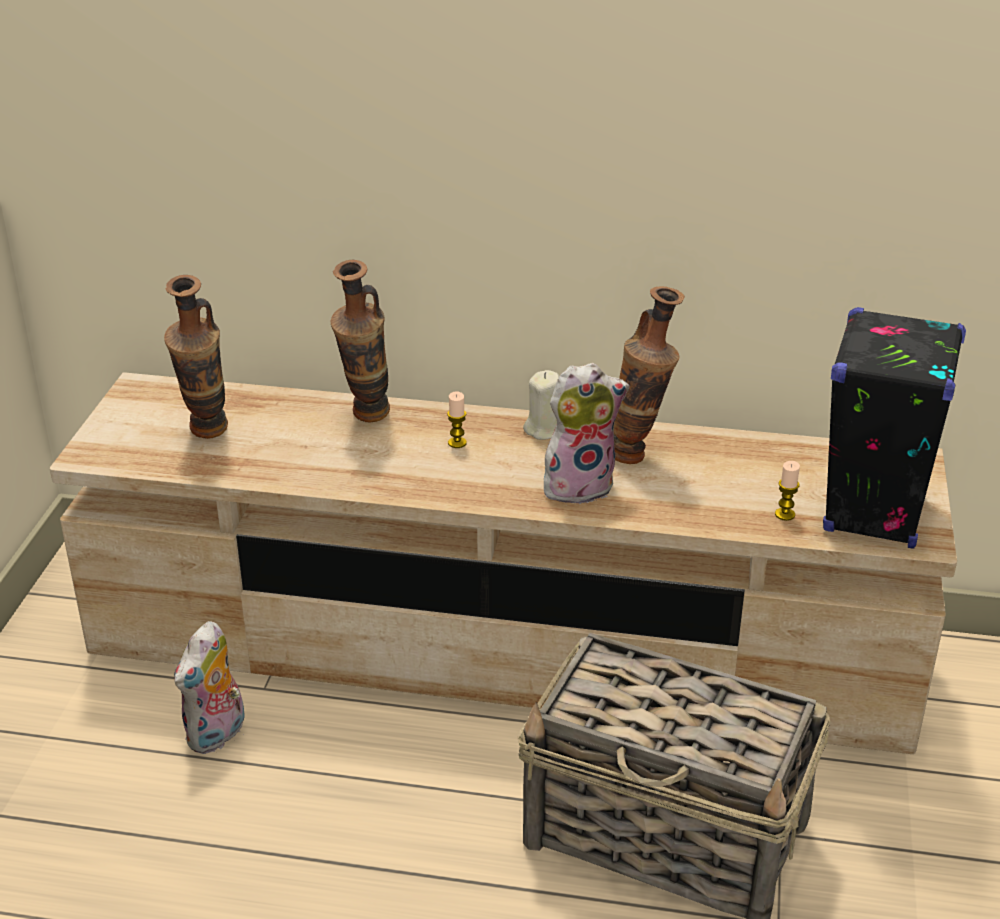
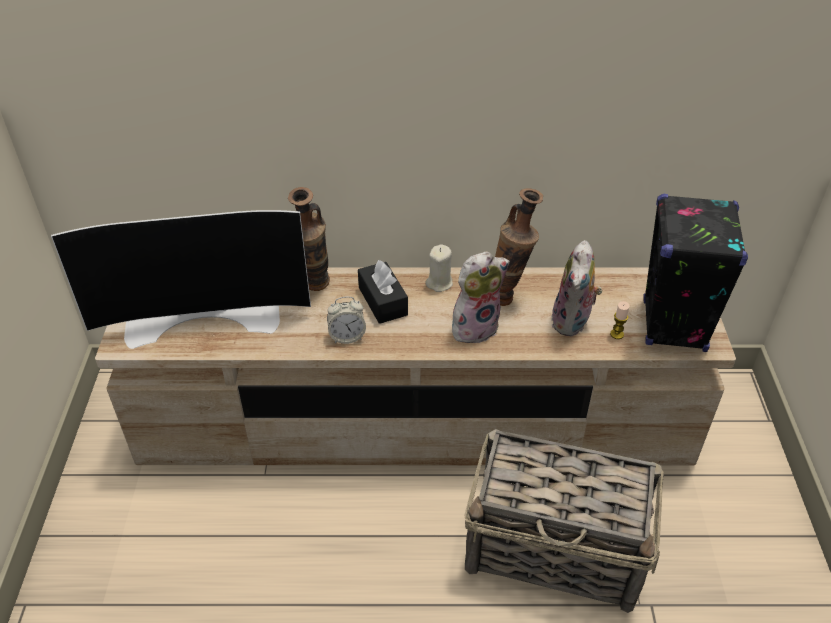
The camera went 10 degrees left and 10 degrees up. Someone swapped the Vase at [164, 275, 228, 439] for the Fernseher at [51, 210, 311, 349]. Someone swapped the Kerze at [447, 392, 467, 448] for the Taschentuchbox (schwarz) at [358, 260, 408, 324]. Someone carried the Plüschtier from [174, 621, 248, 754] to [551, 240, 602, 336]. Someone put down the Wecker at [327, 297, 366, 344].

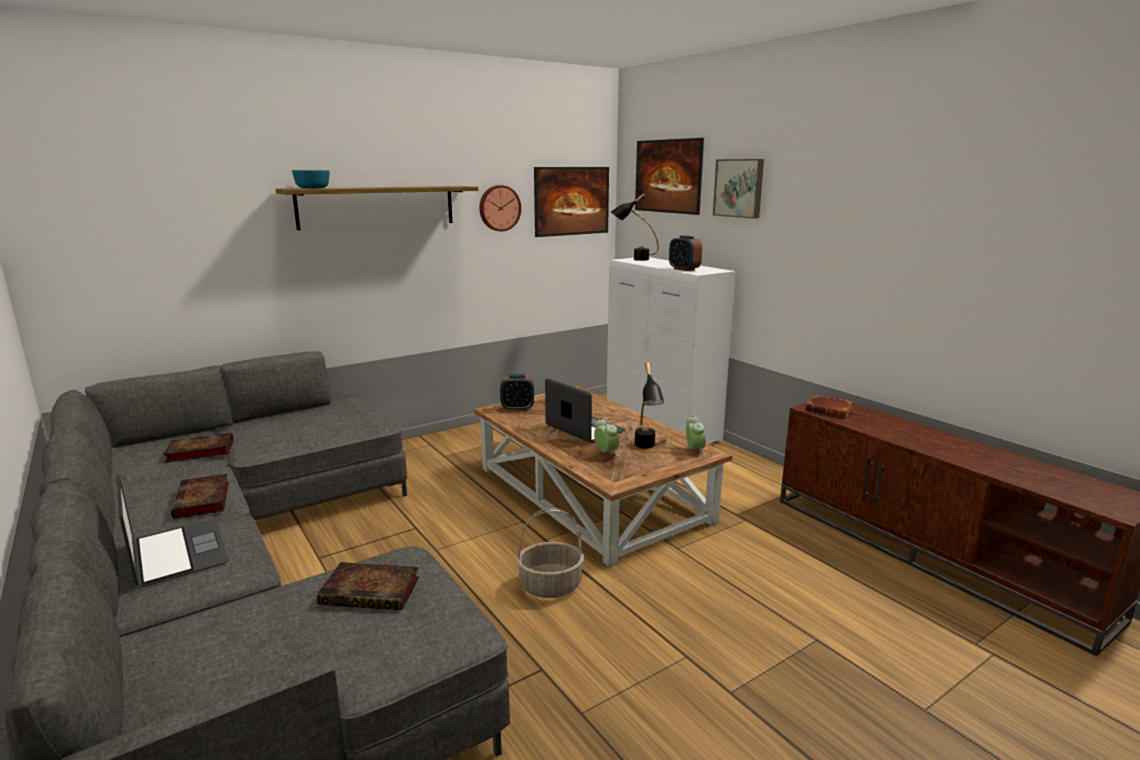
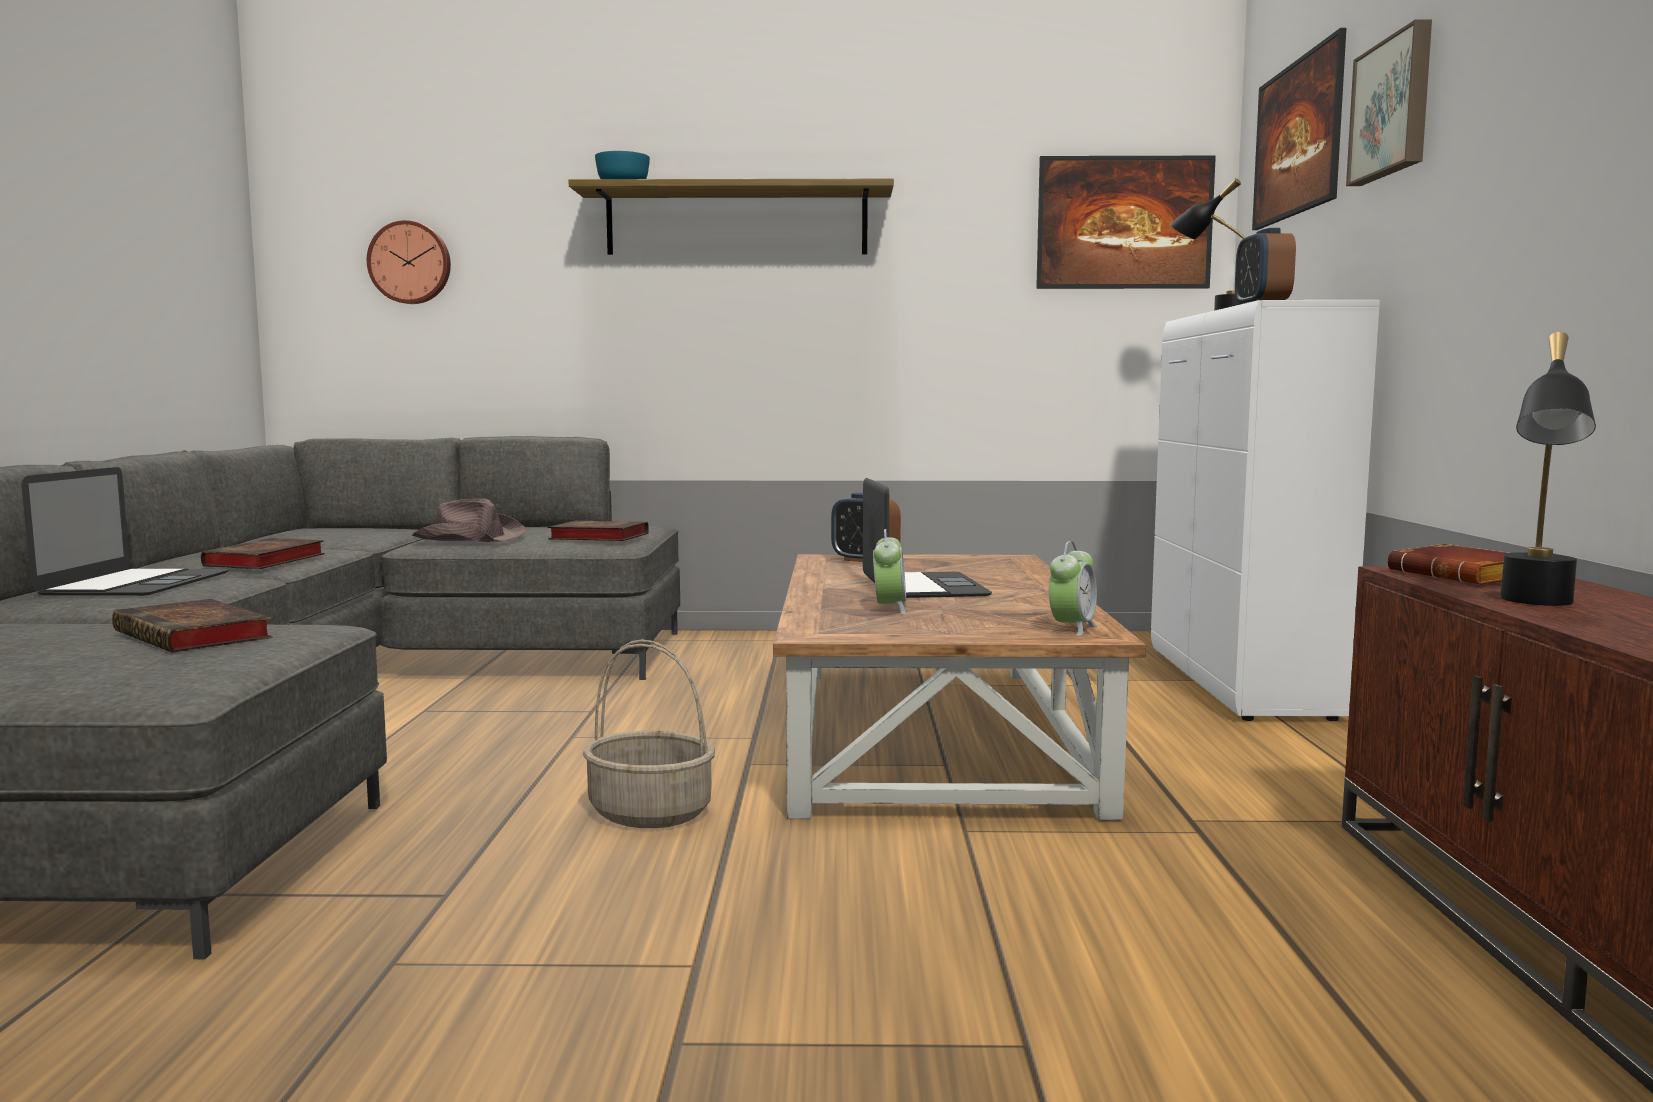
The camera went 35 degrees right and 10 degrees down. Someone carried the Wanduhr from [479, 185, 521, 231] to [367, 220, 451, 304]. Someone carried the Tischlampe (schwarz) from [635, 362, 664, 449] to [1500, 332, 1596, 606]. Someone carried the Buch from [163, 433, 233, 463] to [548, 521, 649, 541]. Someone put down the Hut (braun) at [412, 498, 527, 542].

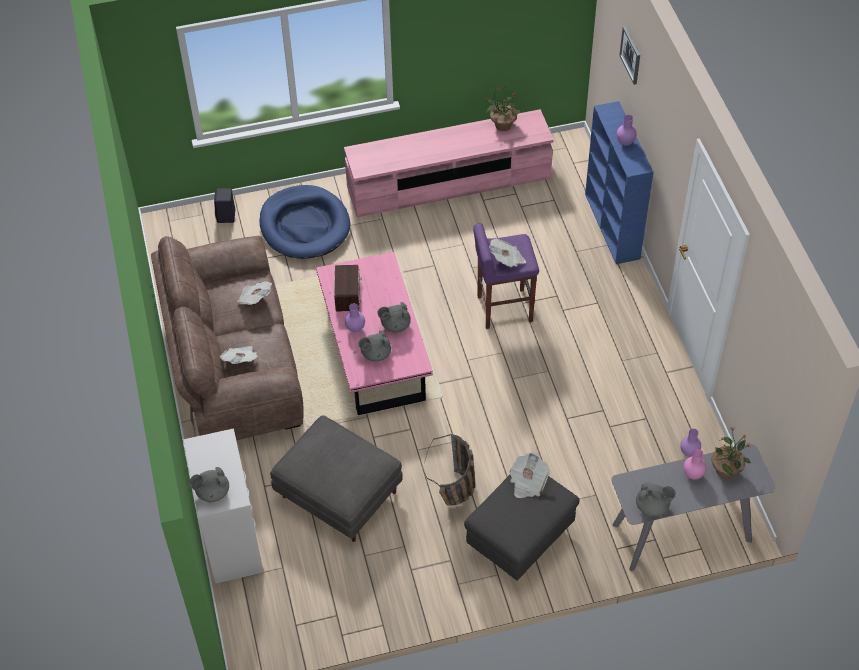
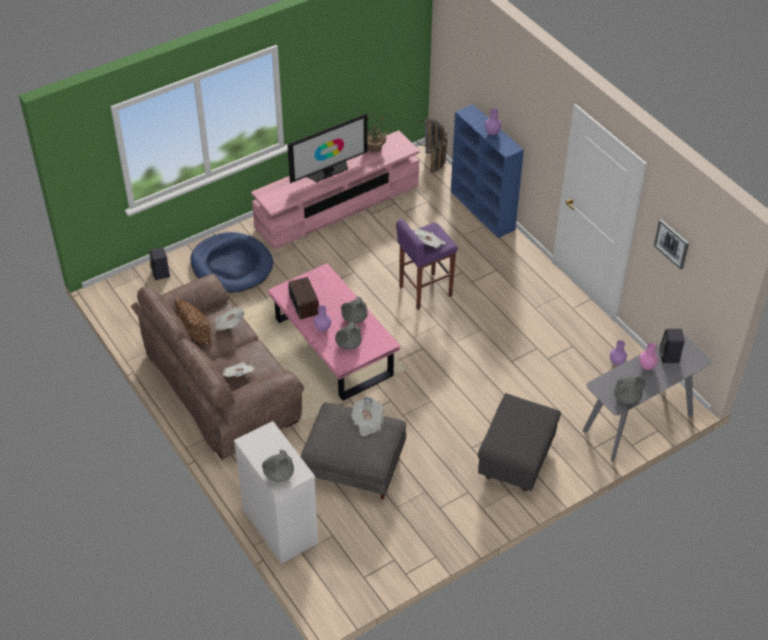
The camera went 20 degrees left and 5 degrees down. Someone carried the Bild from [619, 26, 640, 85] to [654, 219, 689, 270]. Someone swapped the Topfpflanze at [712, 427, 751, 479] for the Lautsprecher (schwarz) at [660, 329, 685, 363]. Someone carried the Korb from [424, 434, 475, 506] to [414, 119, 448, 173]. Someone carried the Zeitung from [510, 453, 550, 498] to [351, 396, 385, 436]. Someone put down the Fernseher at [287, 113, 368, 183]. Someone put down the Kissen (braun) at [174, 297, 212, 348].

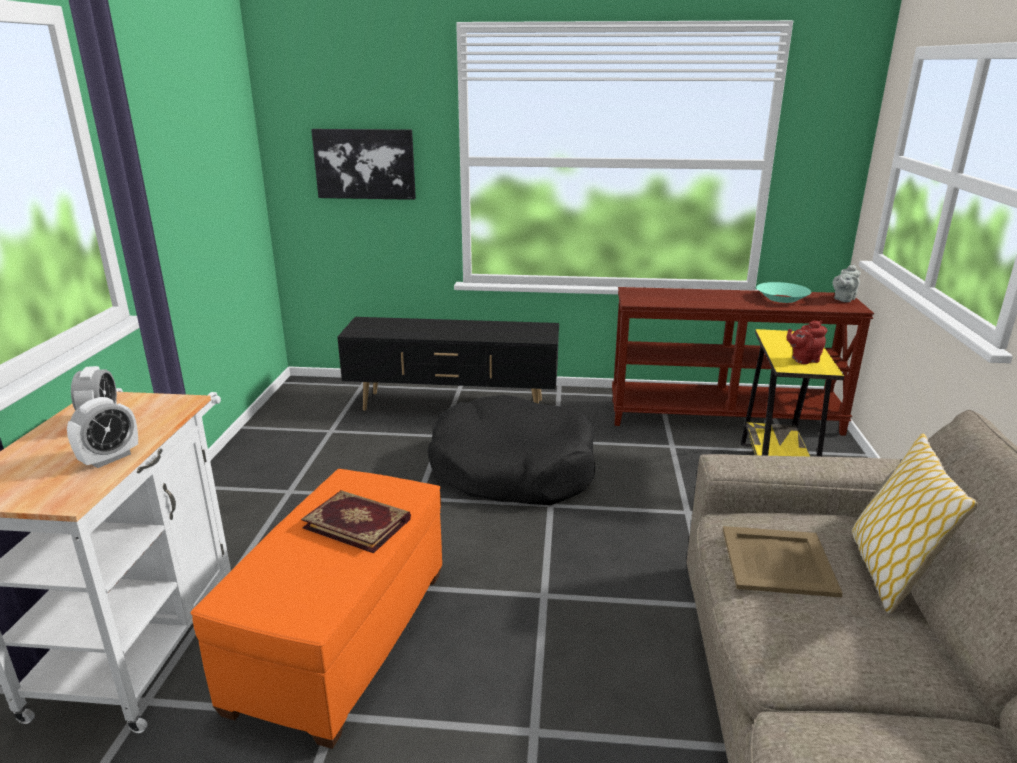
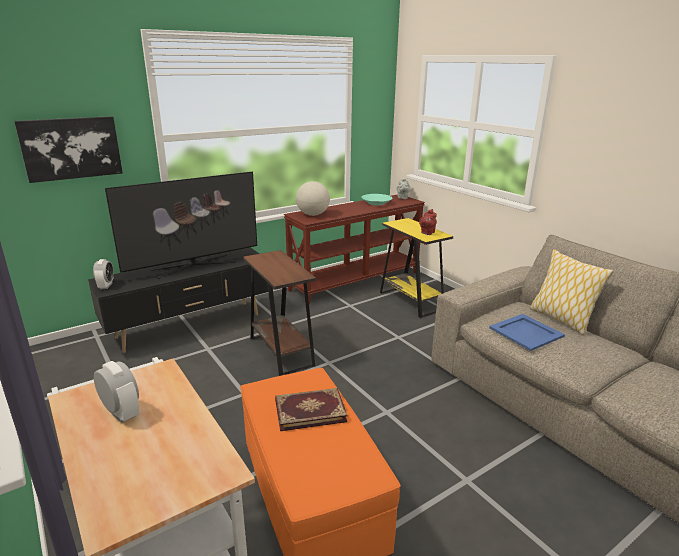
The camera went 40 degrees left and 0 degrees up. Someone swapped the Hundebett (schwarz) at [427, 395, 595, 505] for the Beistelltisch (braun) at [243, 250, 316, 376]. Someone carried the Wecker from [67, 397, 138, 468] to [93, 259, 114, 289]. Someone repainted the Tablett (beige) at [723, 526, 843, 598], which became the Tablett (blau) at [489, 314, 565, 351]. Someone put down the Fernseher at [105, 172, 257, 279]. Someone put down the Globus at [296, 181, 330, 216].

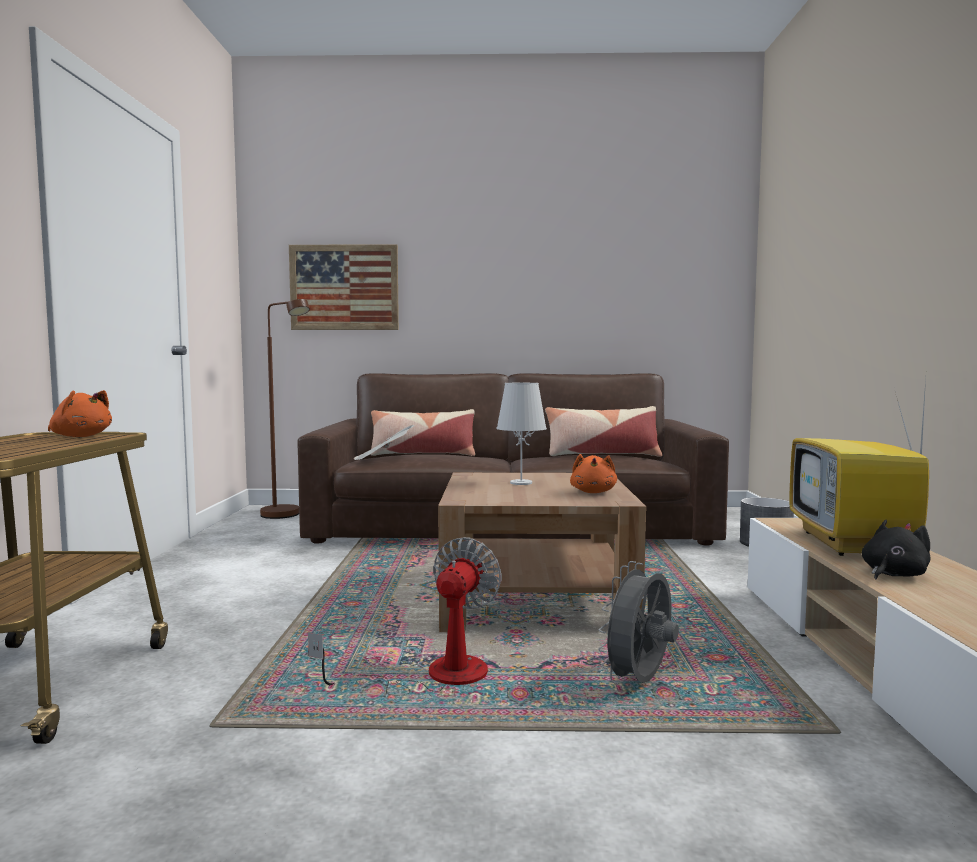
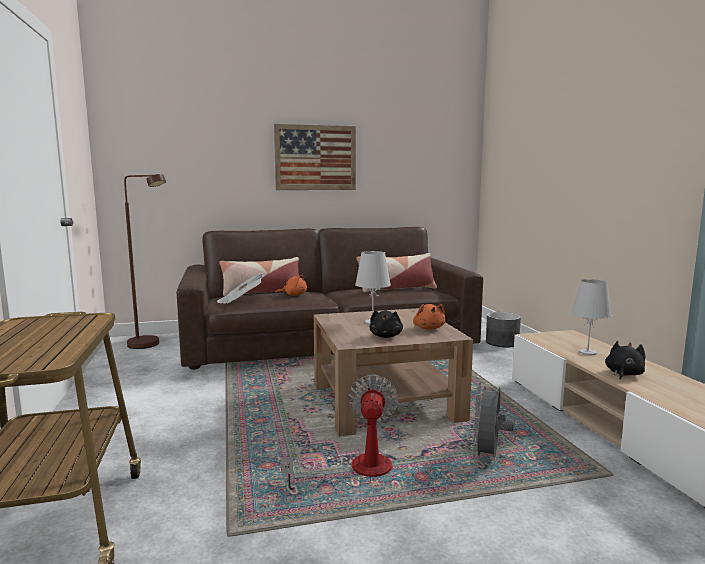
The camera went 15 degrees left and 5 degrees up. Someone carried the Bild from [289, 244, 399, 330] to [274, 124, 356, 190]. Someone swapped the Fernseher at [790, 379, 929, 556] for the Tischlampe (weiß) at [571, 279, 612, 355]. Someone carried the Plüschtier (orange) from [48, 390, 112, 437] to [275, 274, 307, 296]. Someone put down the Plüschtier (schwarz) at [370, 310, 403, 338].

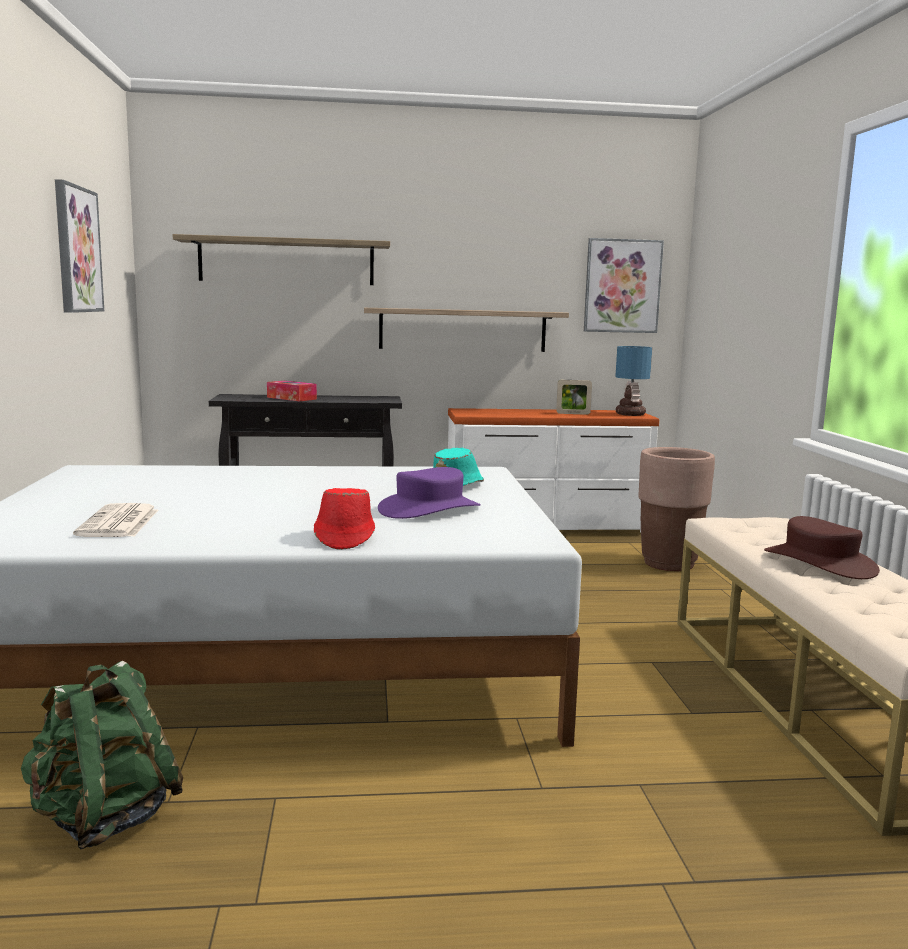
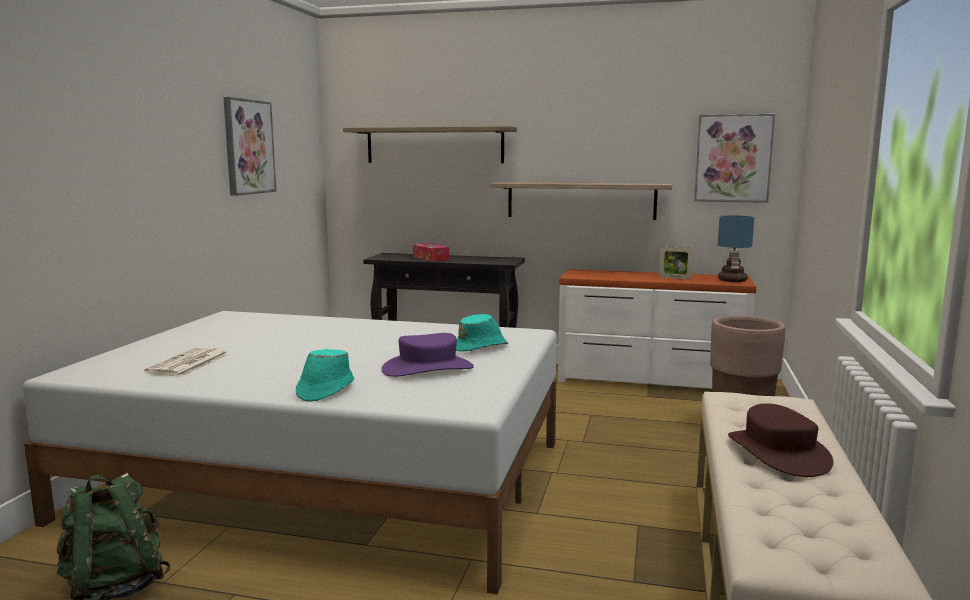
The camera went 20 degrees right and 0 degrees up. Someone repainted the Hut (rot) at [314, 488, 375, 550], which became the Hut (türkis) at [296, 349, 355, 402].

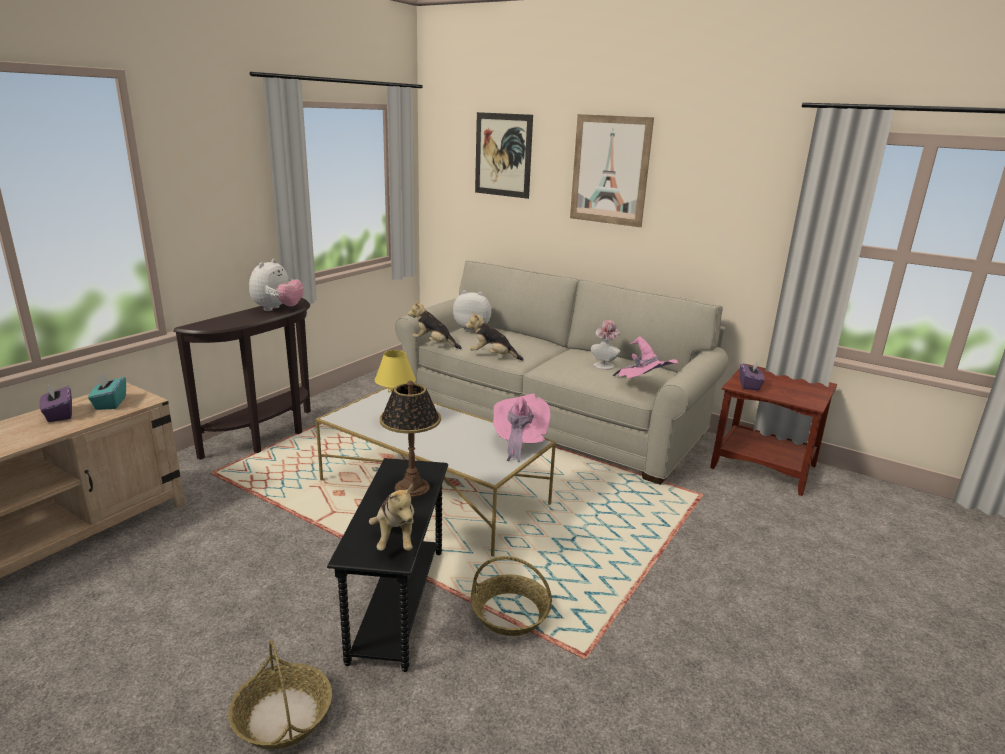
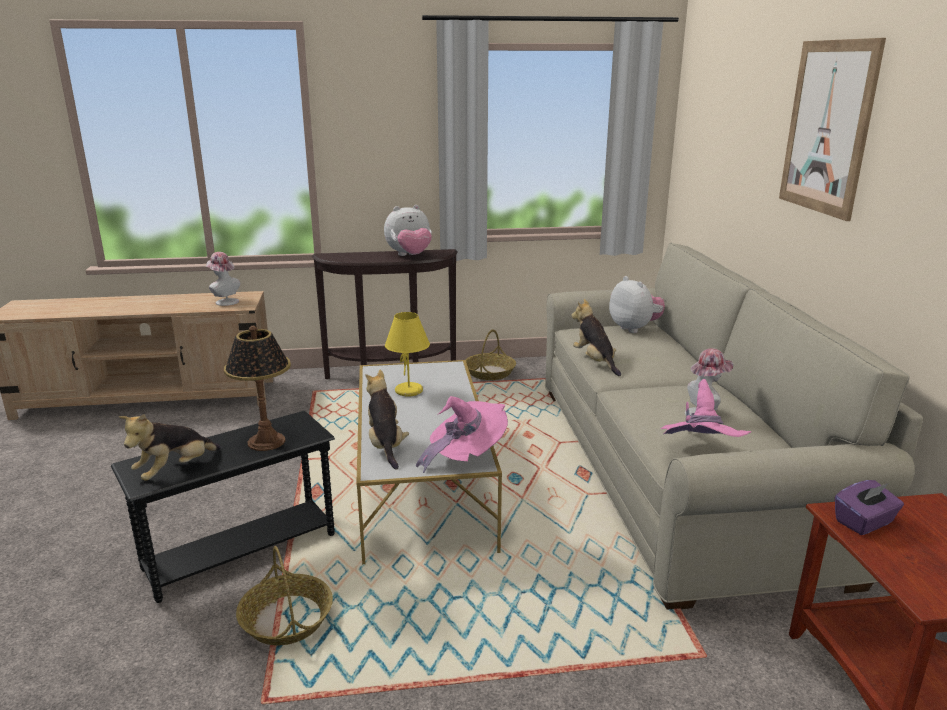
The camera went 50 degrees right and 0 degrees up. Someone took away the Bild at [475, 112, 533, 199]. Someone carried the Plüschtier from [408, 300, 462, 349] to [365, 370, 409, 470]. Someone swapped the Taschentuchbox (türkis) at [88, 373, 126, 410] for the Hut at [206, 252, 240, 306]. Someone took away the Taschentuchbox (lila) at [39, 383, 72, 422]. Someone carried the Korb from [228, 640, 332, 749] to [466, 330, 516, 380].

